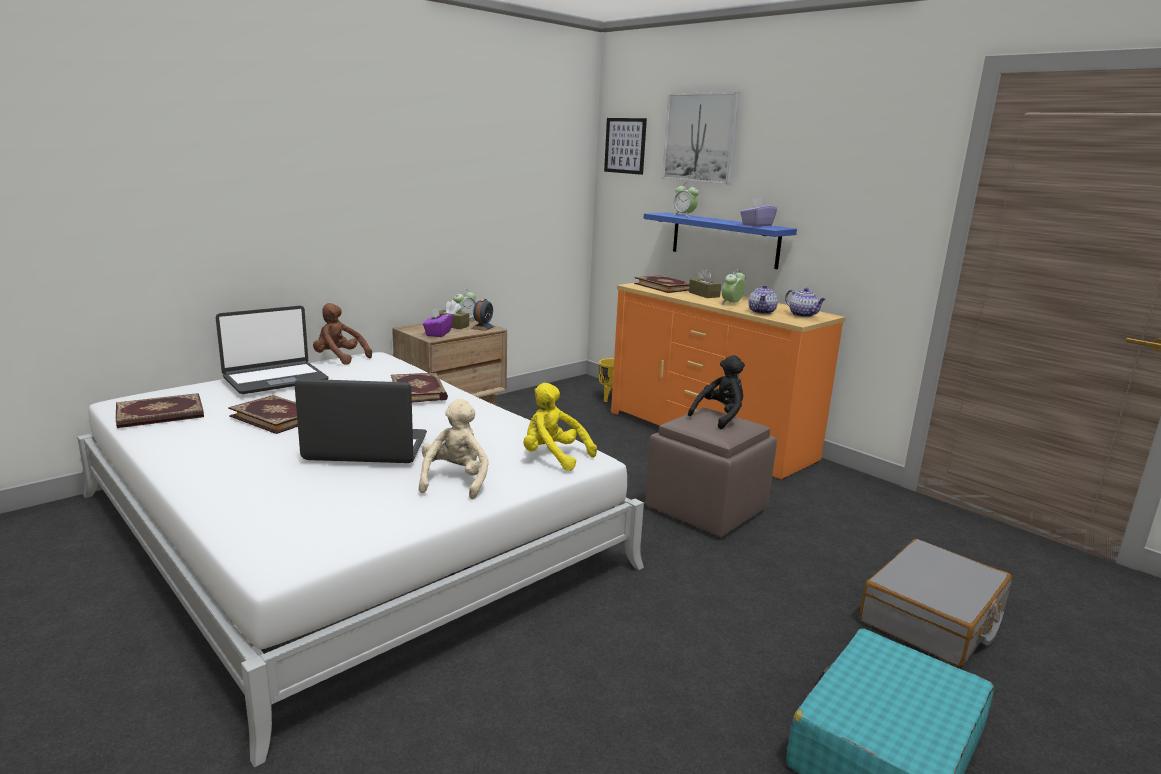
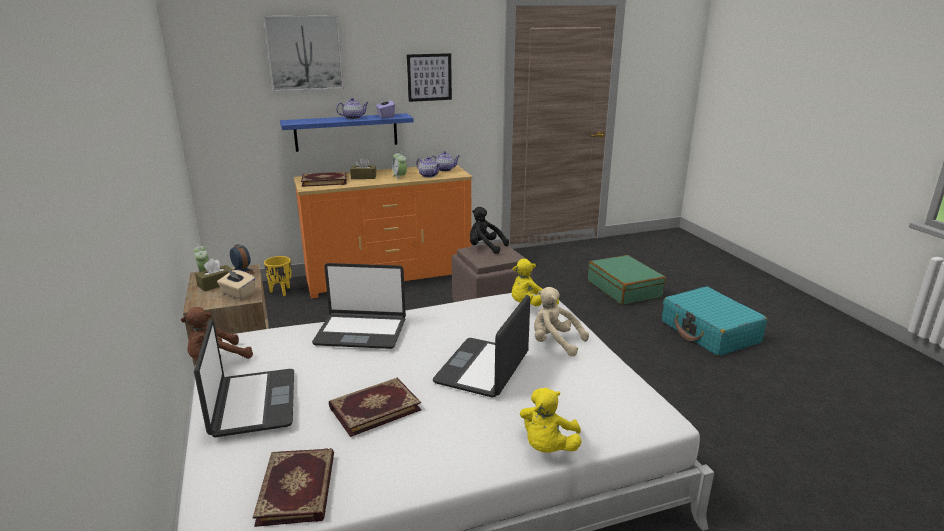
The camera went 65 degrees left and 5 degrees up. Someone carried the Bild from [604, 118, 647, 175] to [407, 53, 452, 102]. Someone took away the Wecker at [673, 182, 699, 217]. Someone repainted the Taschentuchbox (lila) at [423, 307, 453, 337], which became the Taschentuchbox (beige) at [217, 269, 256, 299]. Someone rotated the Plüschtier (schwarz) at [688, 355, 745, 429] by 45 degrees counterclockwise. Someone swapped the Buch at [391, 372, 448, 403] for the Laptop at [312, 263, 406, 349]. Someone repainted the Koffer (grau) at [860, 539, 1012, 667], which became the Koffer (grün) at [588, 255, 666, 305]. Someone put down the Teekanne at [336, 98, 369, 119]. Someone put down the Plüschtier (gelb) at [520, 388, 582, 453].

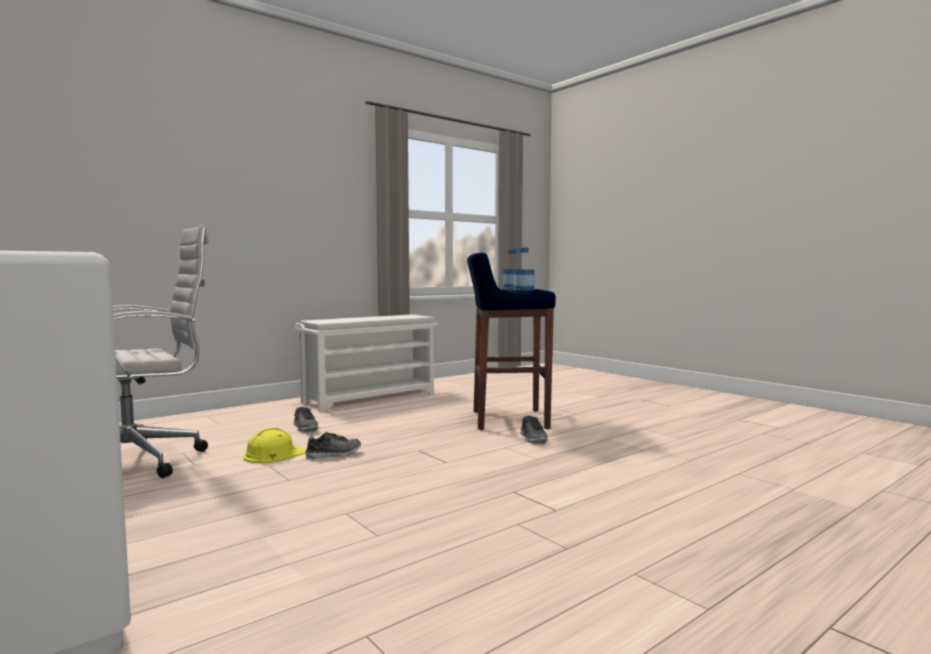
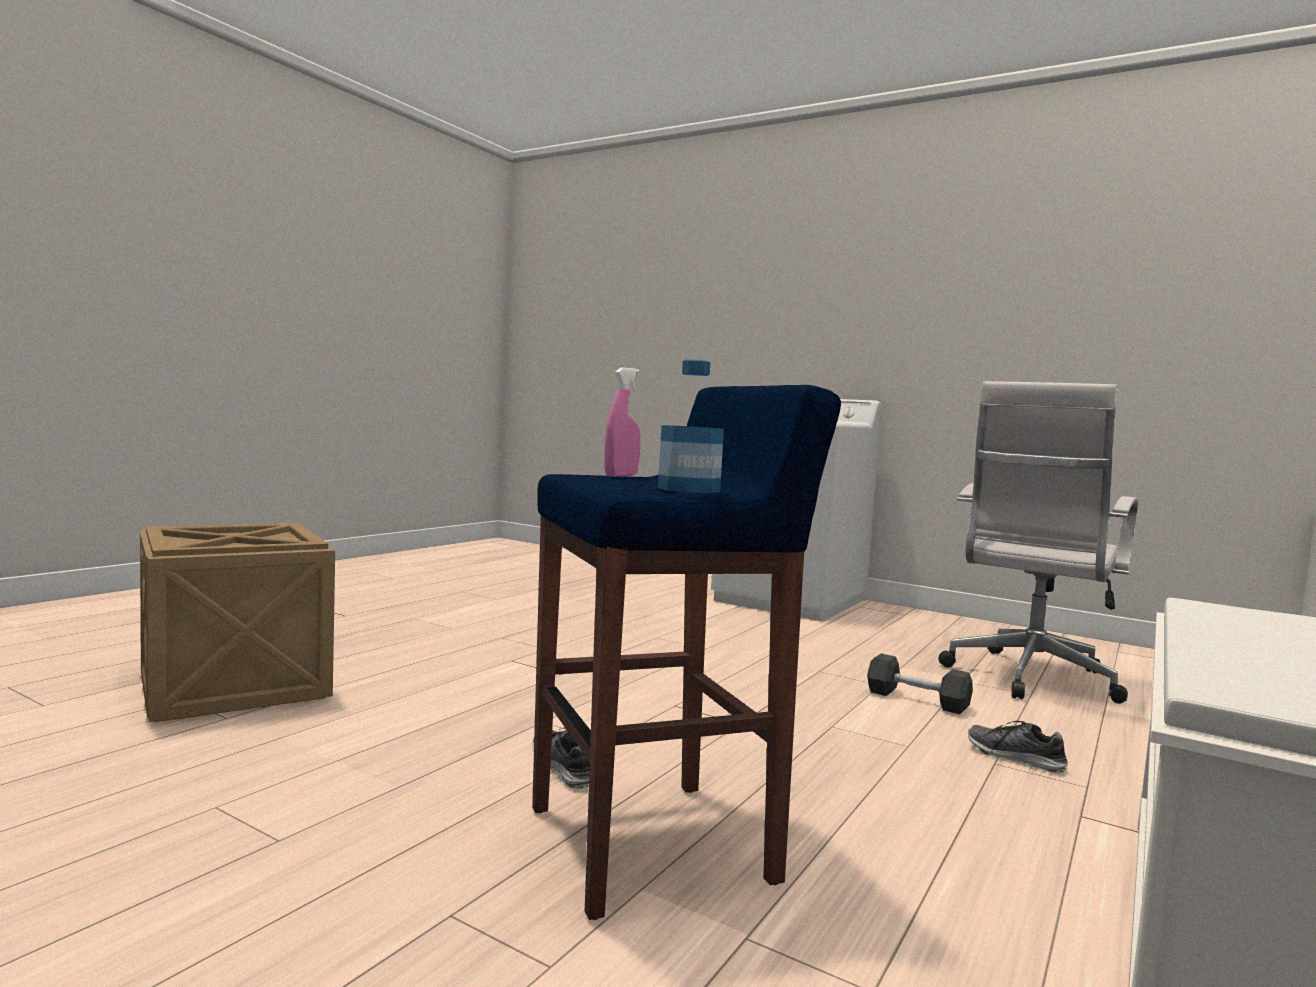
The camera went 160 degrees right and 0 degrees up. Someone swapped the Flasche at [514, 248, 535, 291] for the Sprühflasche (rosa) at [604, 367, 641, 477]. Someone swapped the Schutzhelm (gelb) at [243, 427, 306, 463] for the Hantel (grau) at [867, 653, 973, 714]. Someone took away the Schuh at [305, 432, 361, 459]. Someone put down the Kiste at [140, 523, 335, 722].

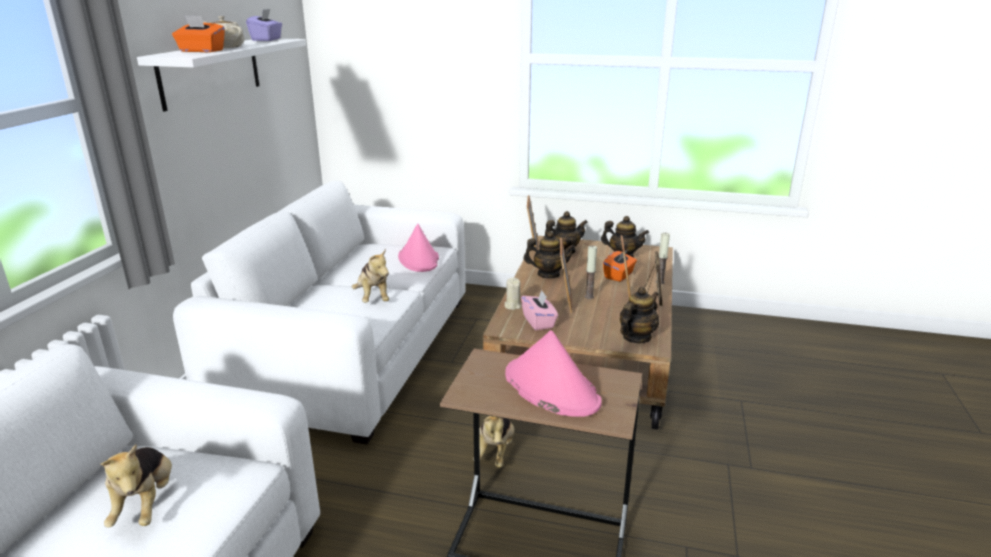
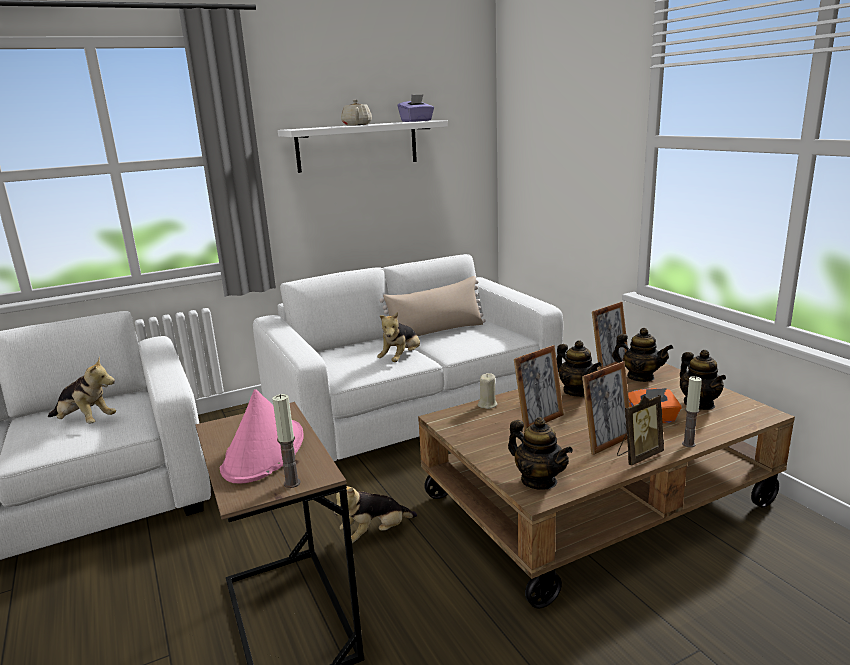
The camera went 50 degrees right and 5 degrees down. Someone took away the Taschentuchbox (orange) at [172, 15, 225, 52]. Someone took away the Hut (rosa) at [398, 224, 439, 272]. Someone carried the Kerze from [585, 246, 597, 299] to [272, 394, 300, 488]. Someone rotated the Teekanne at [620, 287, 659, 343] by 45 degrees clockwise. Someone took away the Taschentuchbox (rosa) at [521, 290, 558, 330]. Someone rotated the Plüschtier at [101, 444, 172, 528] by 105 degrees counterclockwise. Someone put down the Kissen (beige) at [379, 276, 485, 336].

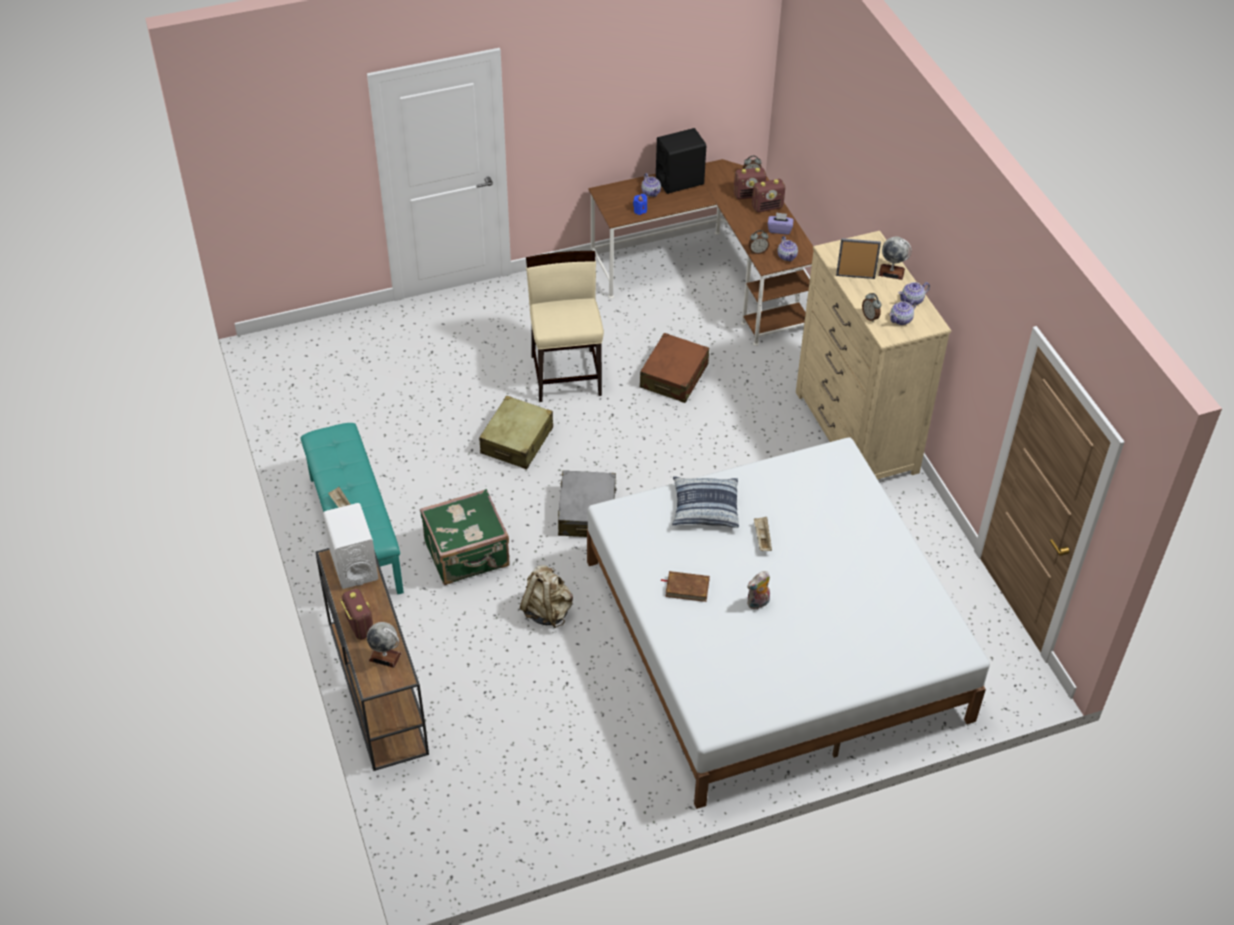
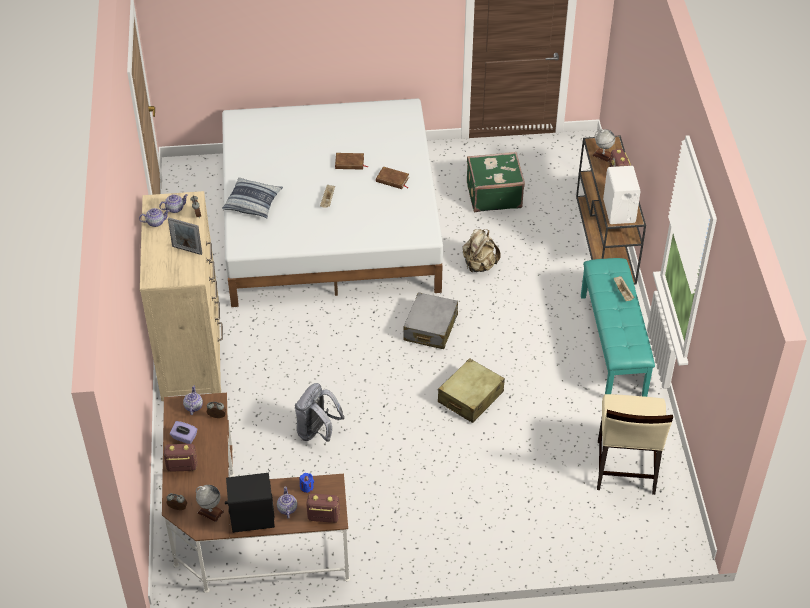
The camera went 165 degrees left and 0 degrees up. Someone carried the Radio from [734, 168, 766, 199] to [306, 493, 340, 523]. Someone carried the Globus from [878, 237, 911, 280] to [196, 485, 224, 522]. Someone carried the Stuhl (beige) from [526, 251, 604, 402] to [597, 394, 673, 495]. Someone swapped the Koffer (braun) at [640, 333, 709, 403] for the Rucksack (grau) at [295, 383, 345, 442]. Someone carried the Kissen from [672, 476, 739, 528] to [222, 178, 283, 218]. Someone carried the Koffer (grün) from [420, 489, 510, 585] to [467, 152, 525, 212]. Someone swapped the Plüschtier at [747, 571, 770, 609] for the Buch (braun) at [335, 153, 368, 170].

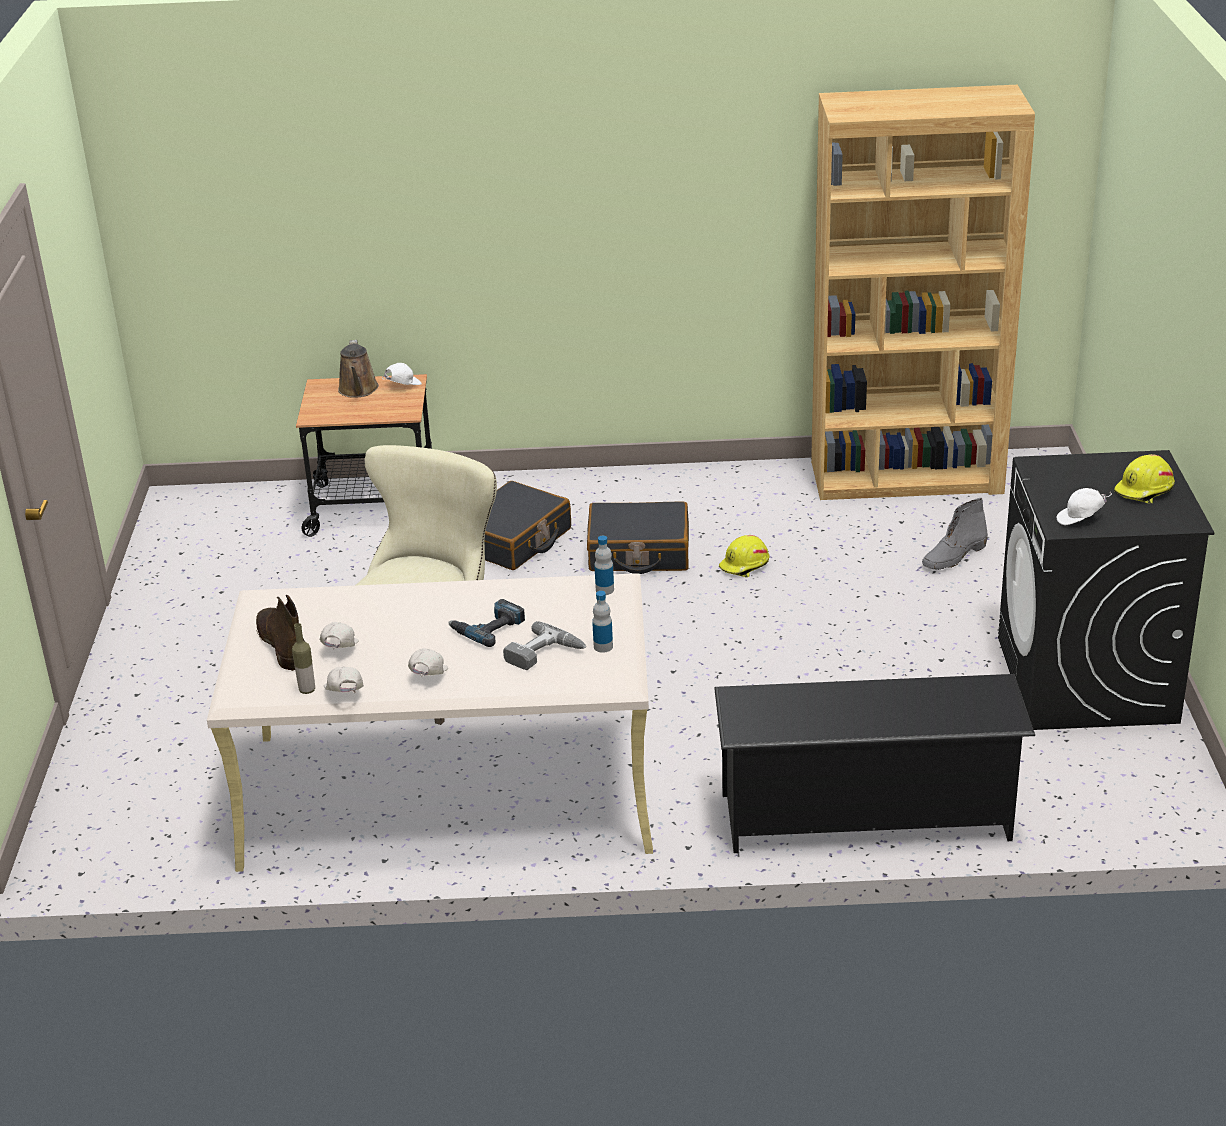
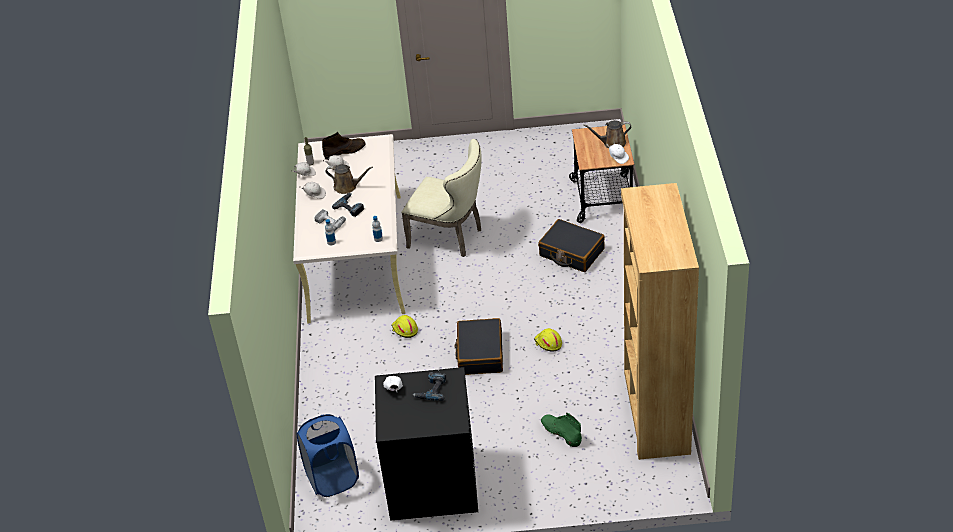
The camera went 90 degrees right and 10 degrees up. Someone carried the Schutzhelm (gelb) from [1114, 454, 1175, 504] to [392, 315, 418, 338]. Someone repainted the Stiefel (grau) at [922, 498, 988, 570], which became the Stiefel (grün) at [541, 413, 582, 447]. Someone carried the Koffer (schwarz) from [587, 502, 689, 574] to [455, 318, 503, 375]. Someone took away the Schuhregal (schwarz) at [714, 674, 1035, 853]. Someone put down the Gießkanne (braun) at [326, 164, 373, 194]. Someone put down the Bohrmaschine at [412, 372, 446, 401]. Someone put down the Wäschekorb (blau) at [297, 414, 359, 497].

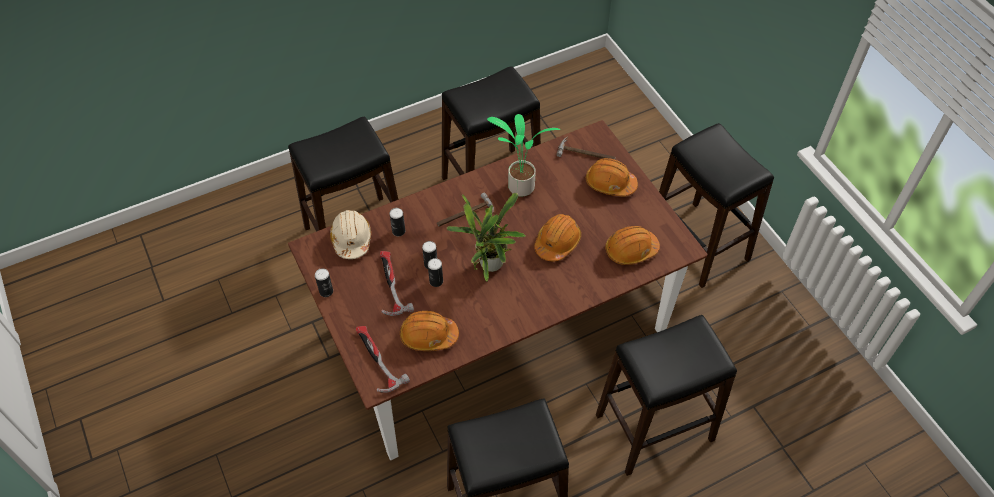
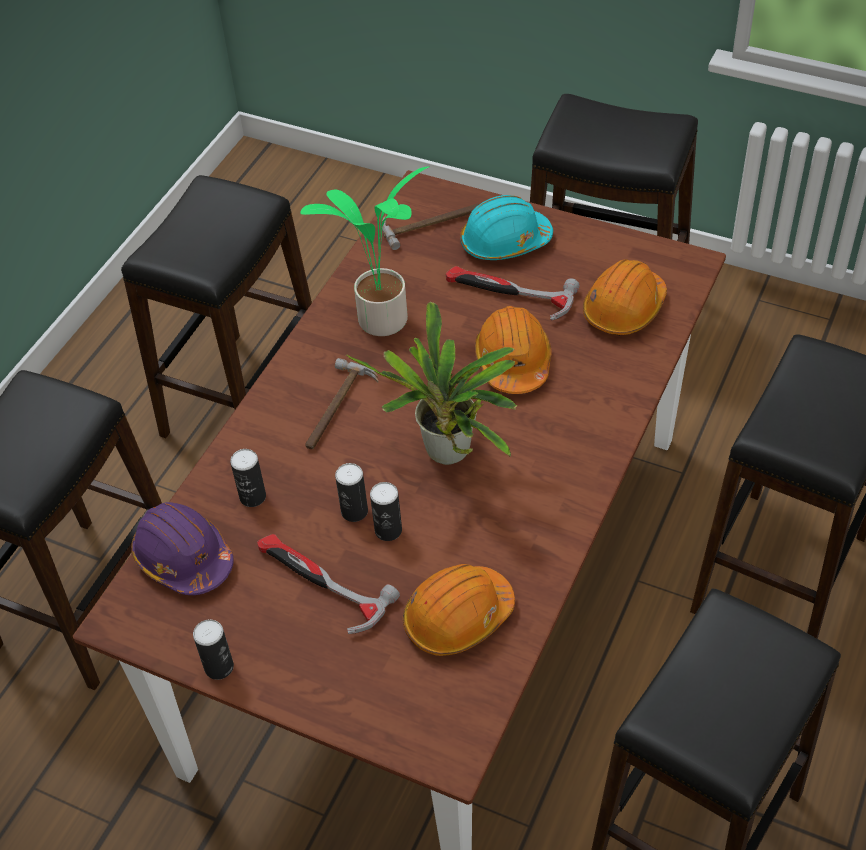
The camera went 35 degrees left and 5 degrees down. Someone repainted the Schutzhelm (orange) at [586, 158, 638, 196], which became the Schutzhelm (türkis) at [460, 195, 553, 260]. Someone repainted the Schutzhelm (beige) at [330, 210, 371, 259], which became the Schutzhelm (lila) at [131, 502, 234, 595]. Someone carried the Hammer from [356, 326, 410, 393] to [446, 266, 580, 320].

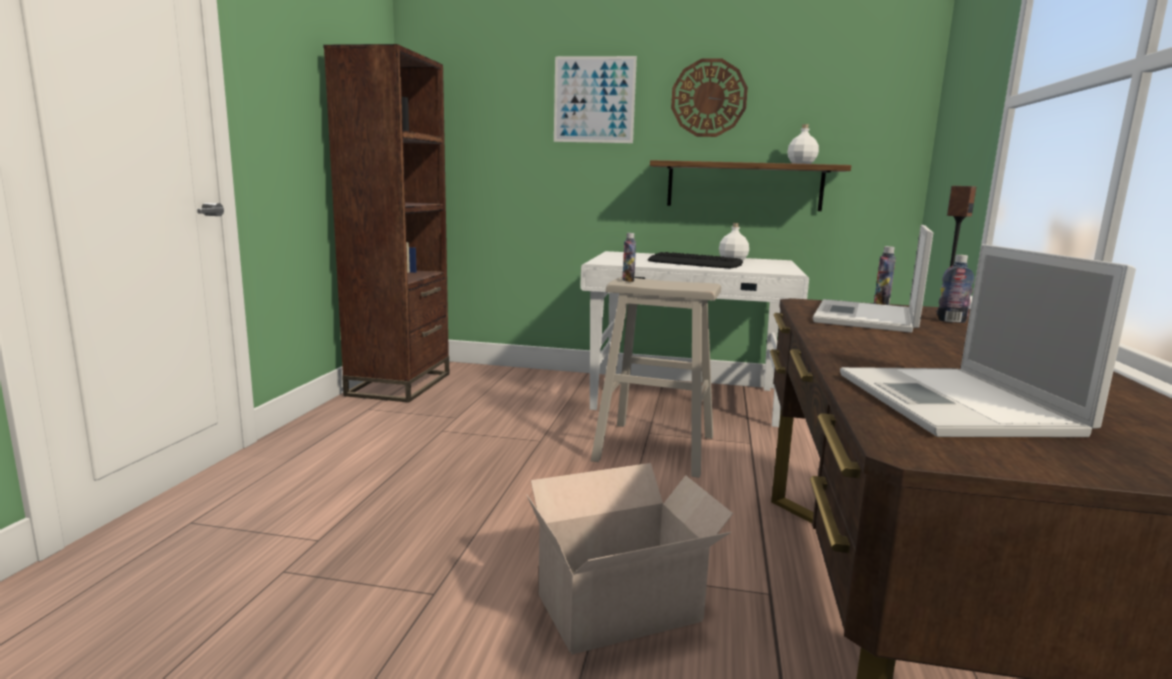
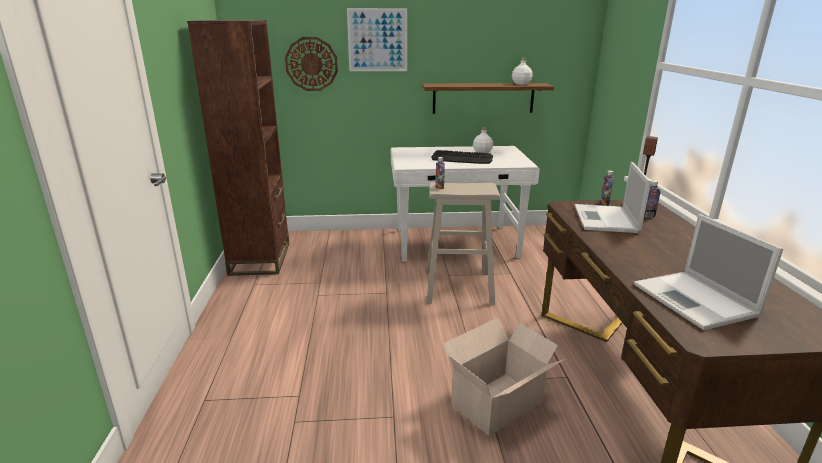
The camera went 15 degrees left and 10 degrees up. Someone carried the Wanduhr from [671, 58, 748, 137] to [285, 37, 338, 91].

